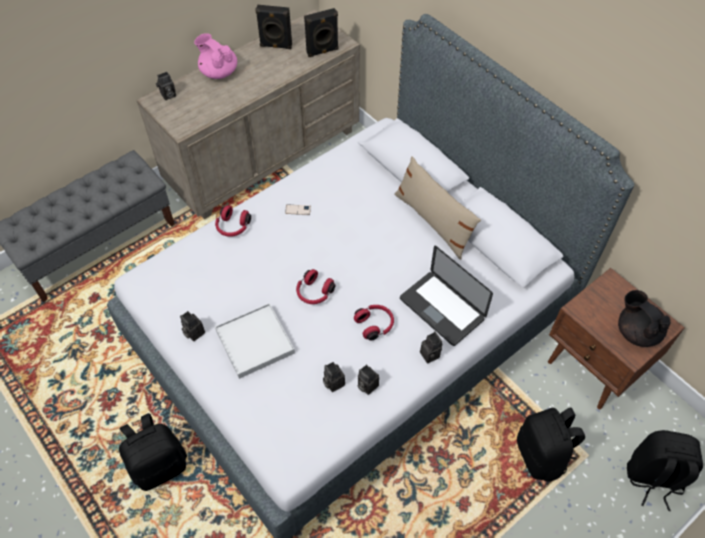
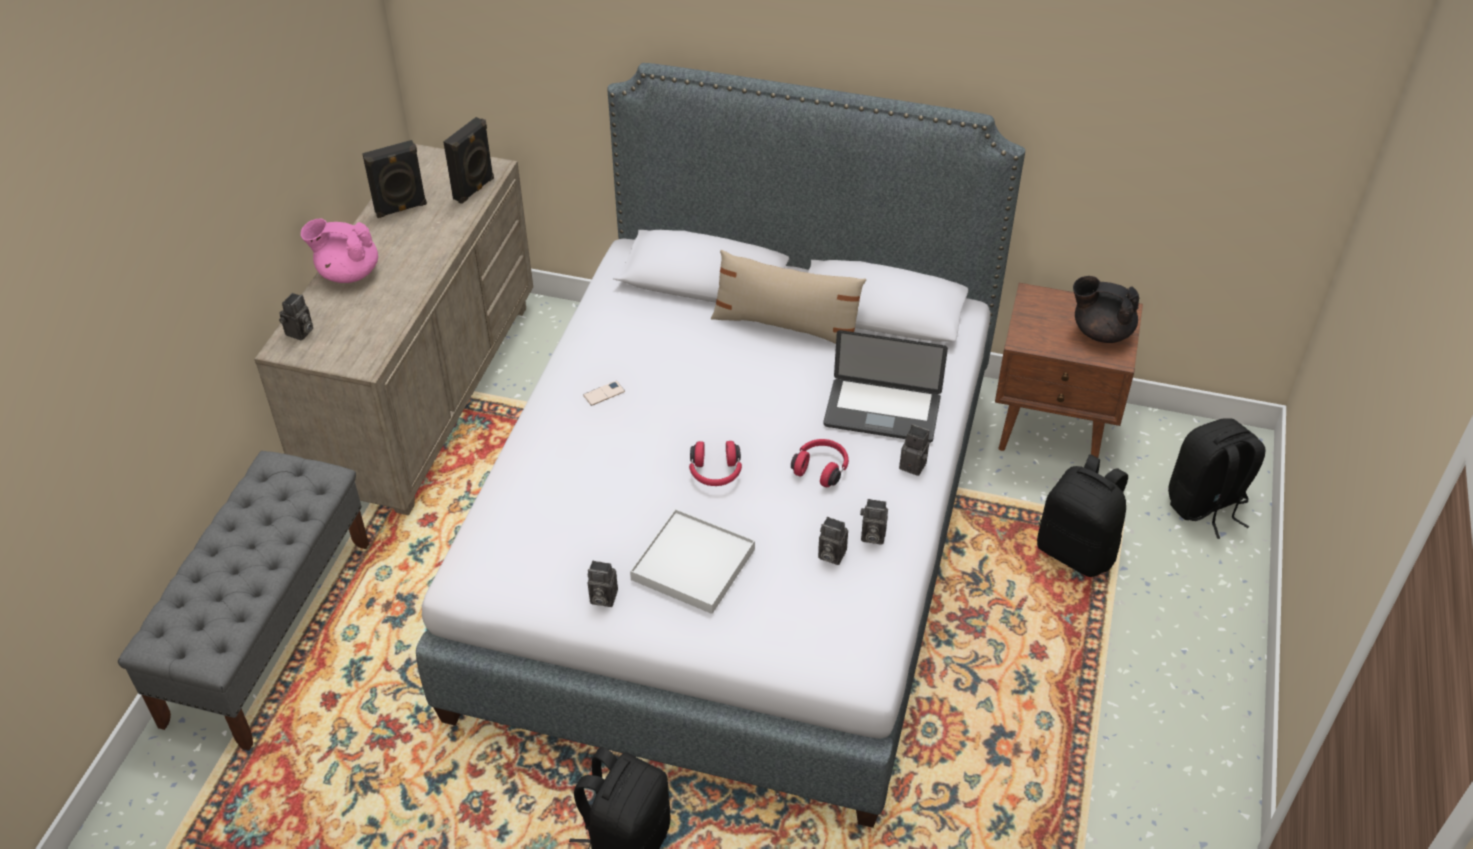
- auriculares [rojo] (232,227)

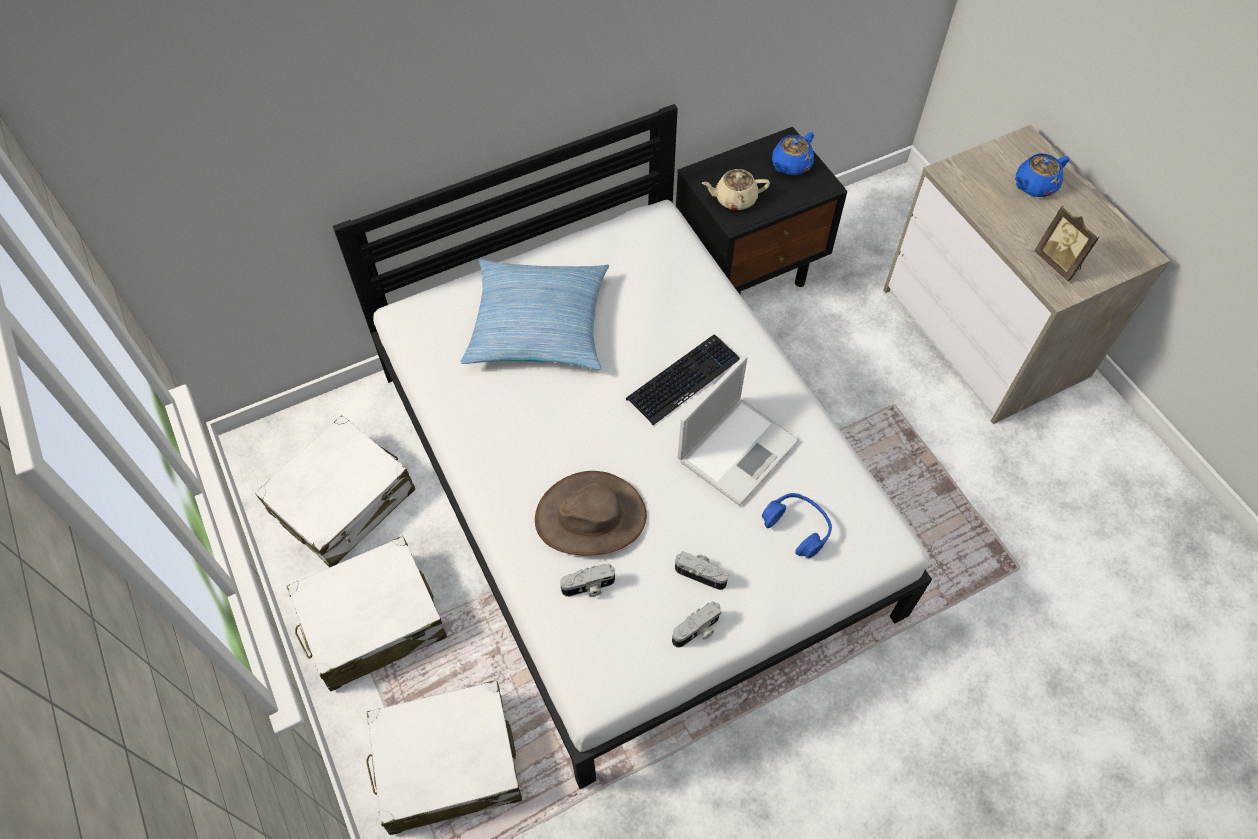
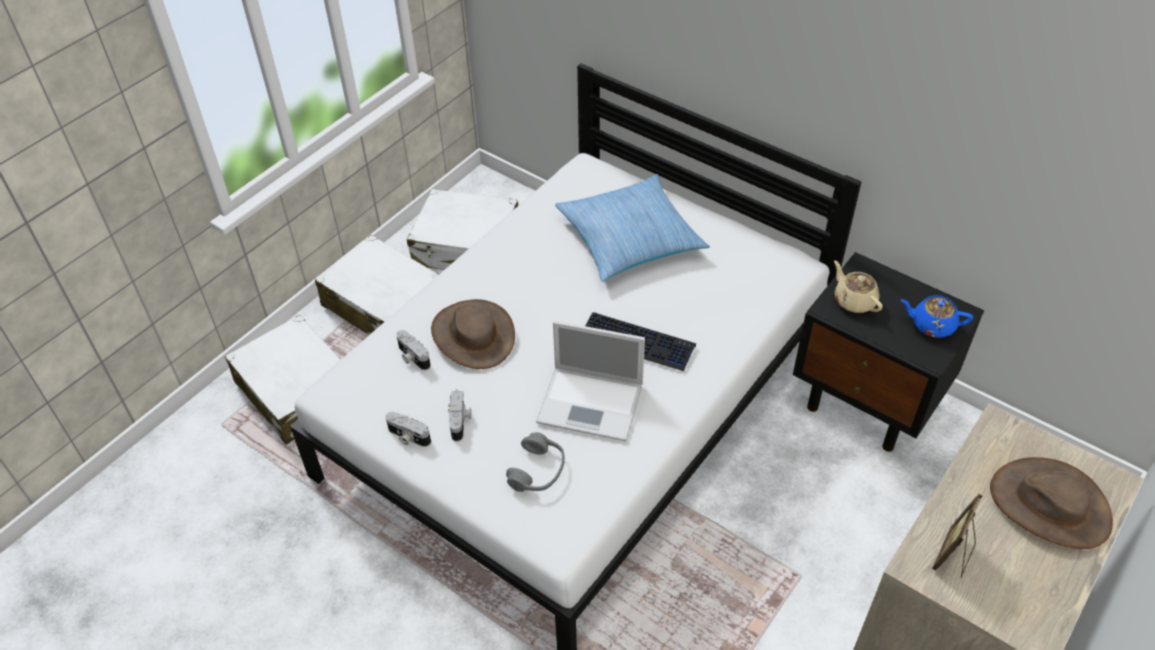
~ tetera [azul] (1034,186) to sombrero [marrón] (1050,505)
~ auriculares [azul] (797,528) to auriculares [gris] (538,471)

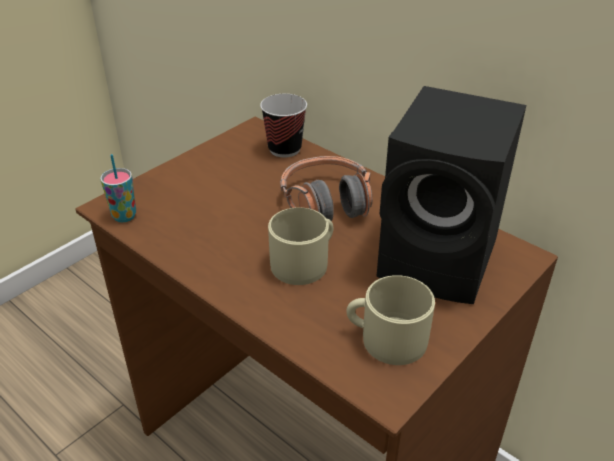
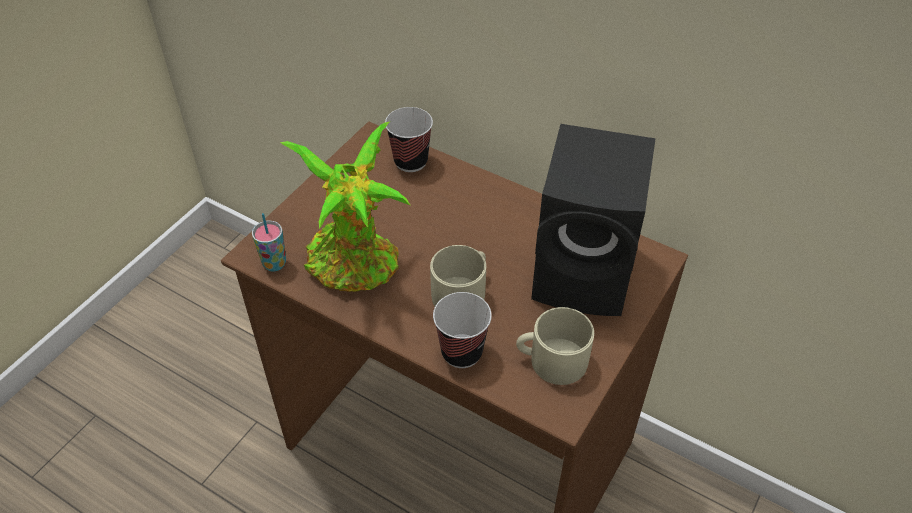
- auriculares (327,202)
+ planta en maceta (356,266)
+ taza (461,352)

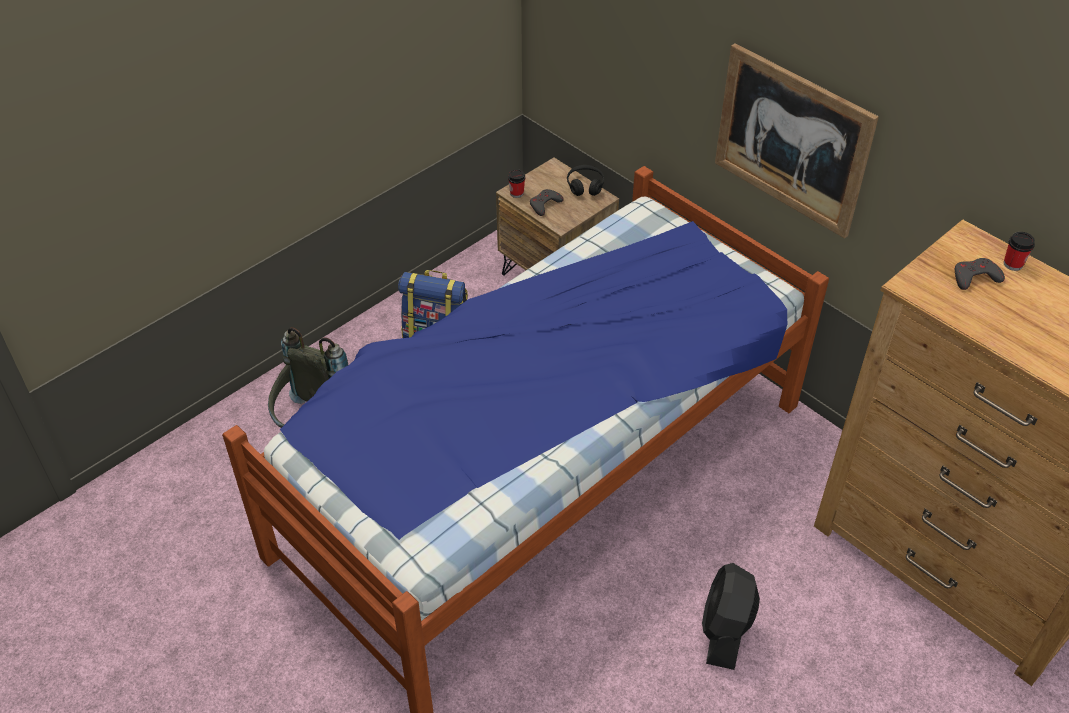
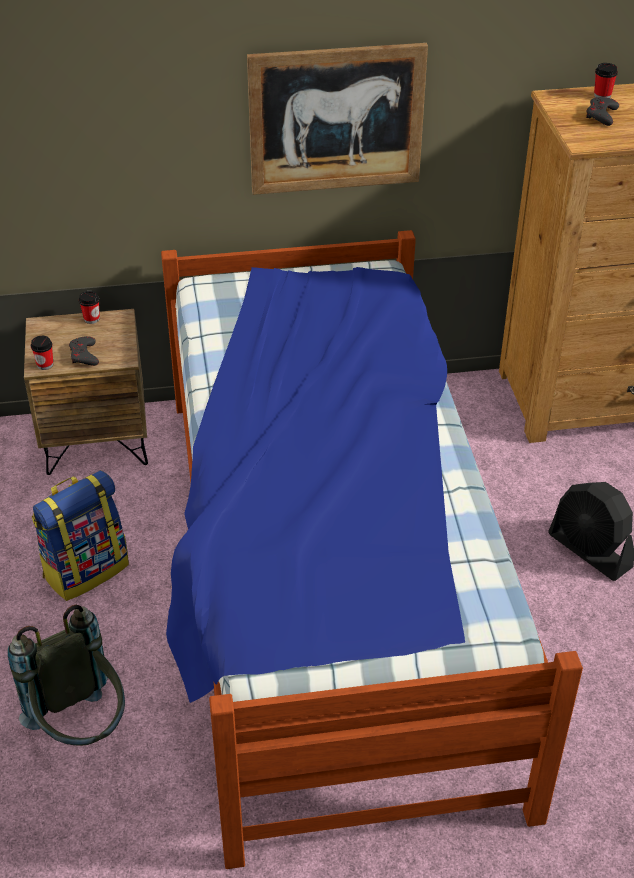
~ auriculares [negro] (585,186) to taza (91,319)

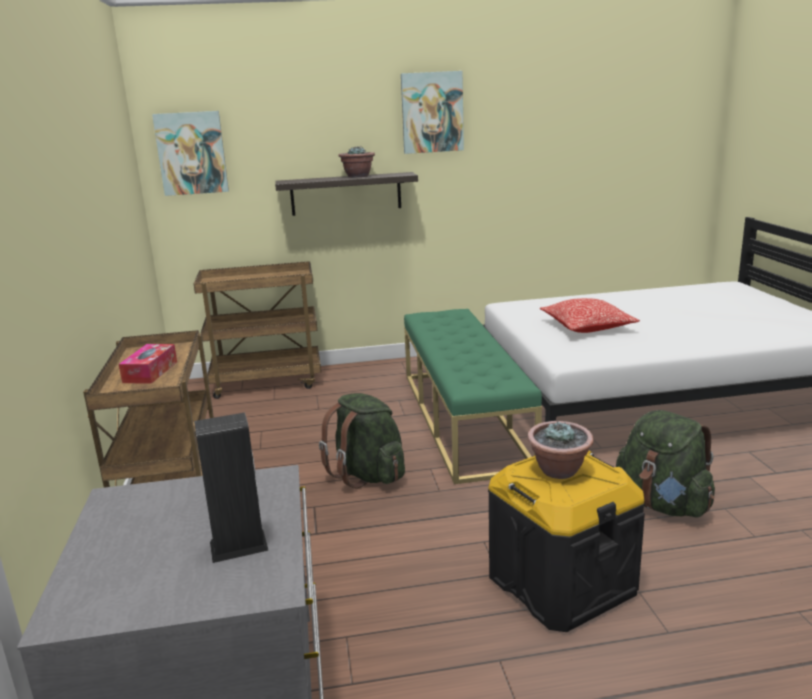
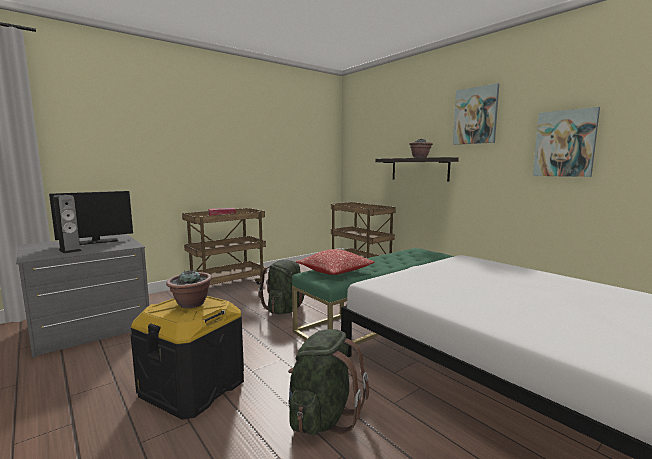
+ monitor (96,241)
~ cuadro (191,153) to (565,143)
~ cojín (587,327) to (335,272)

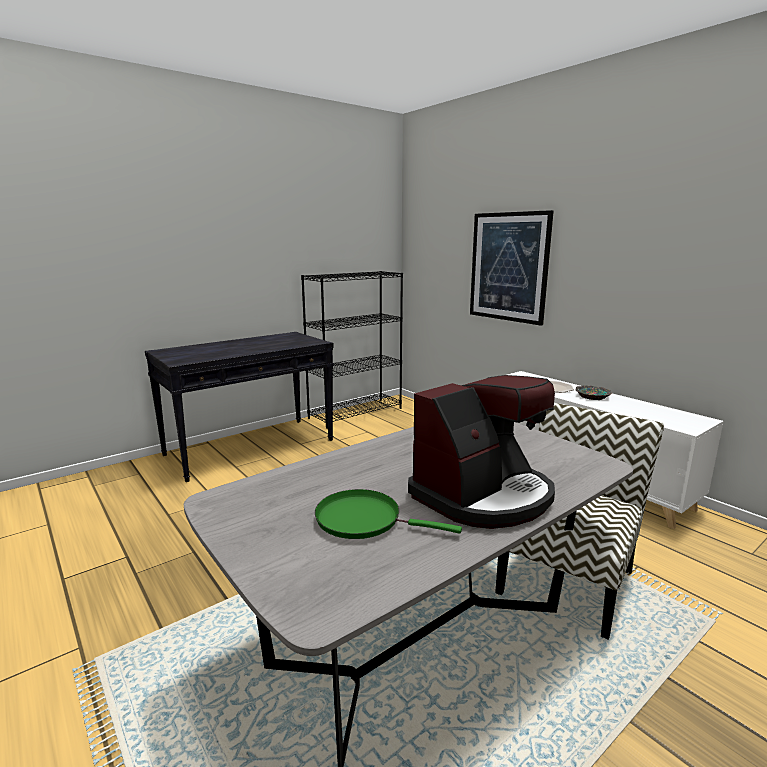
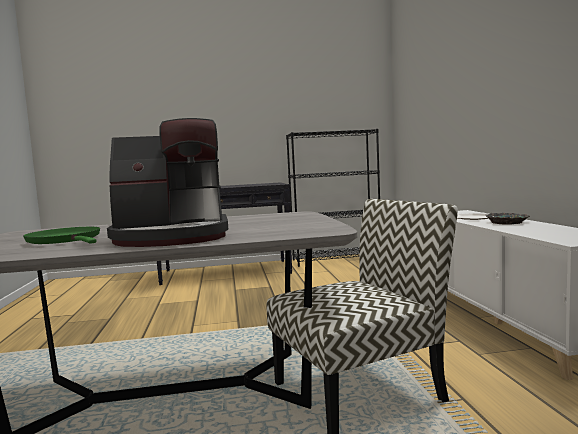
- cuadro (508,267)

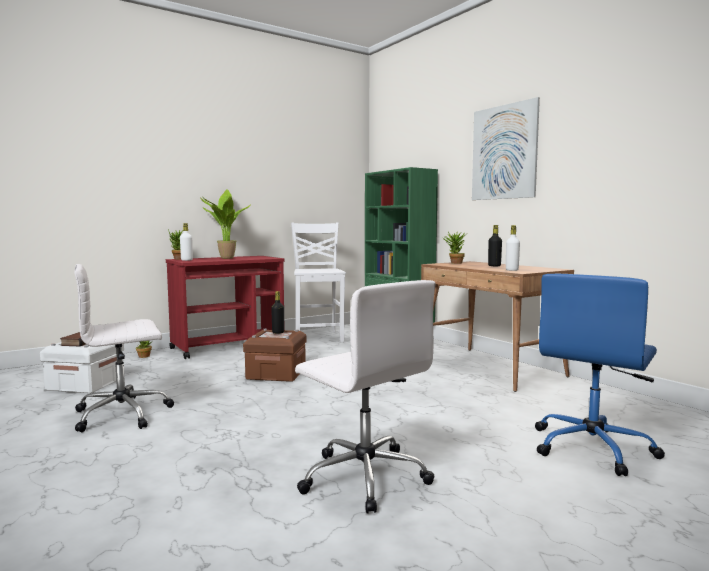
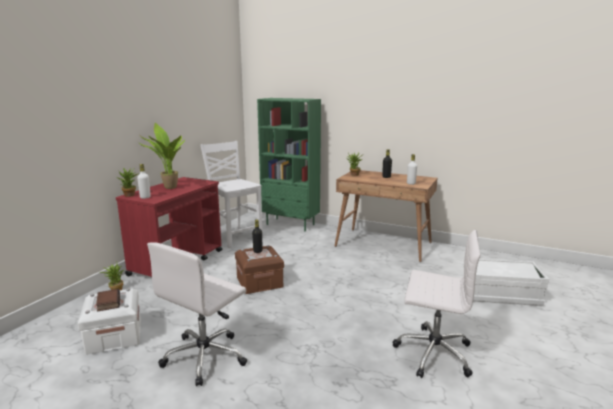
- cuadro (504,152)
~ silla de oficina [azul] (592,448) to caja de almacenaje [blanco] (500,294)

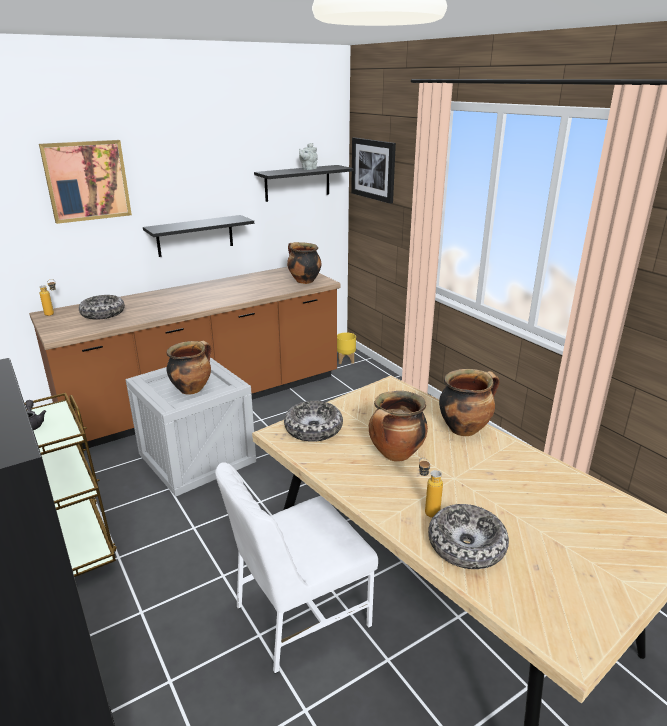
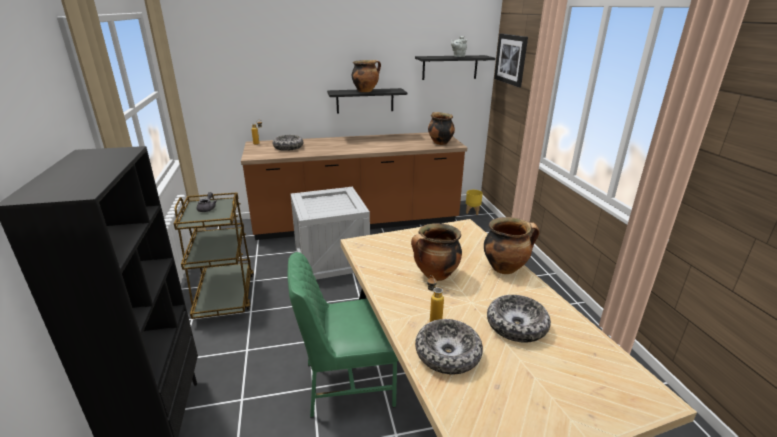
- cuadro (87,181)
~ olla (192,389) to (366,91)
~ cuenco (313,429) to (516,325)
~ silla [blanco] (299,615) to silla [verde] (347,383)

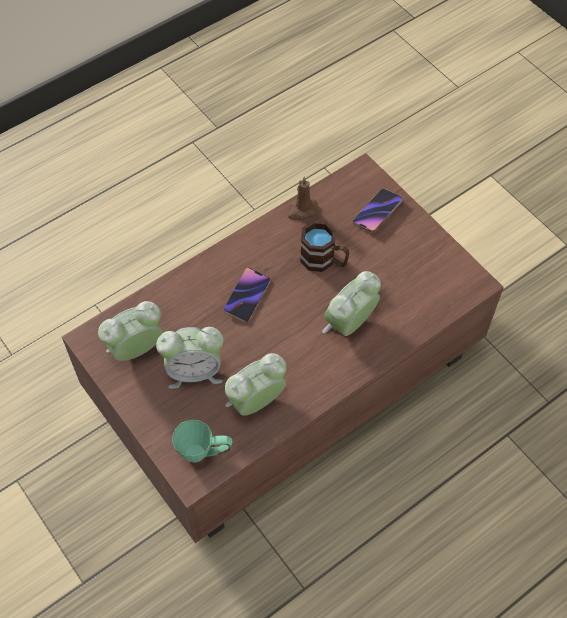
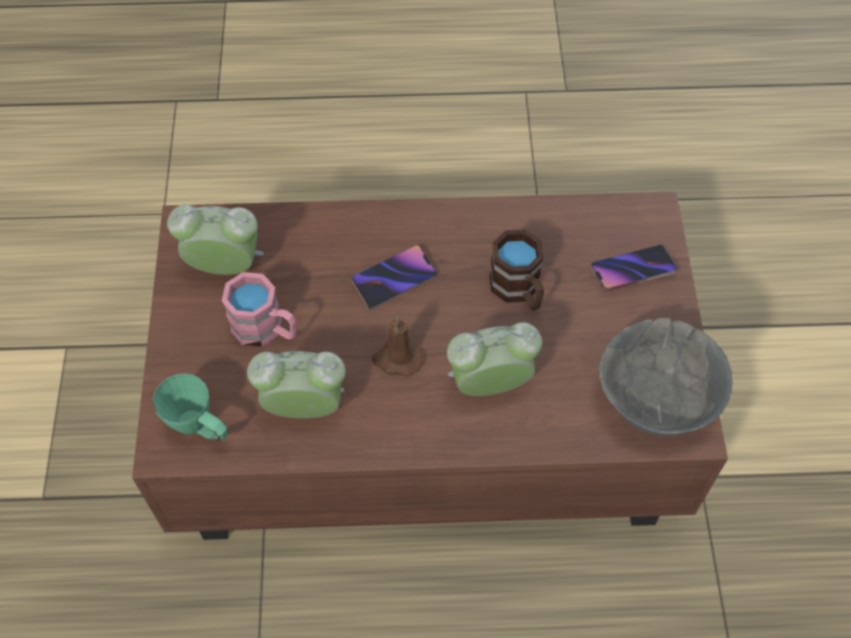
+ cuenco [gris] (655,400)
~ vela [marrón] (302,210) to (397,359)
~ despertador (194,371) to taza grande [rosa] (266,329)

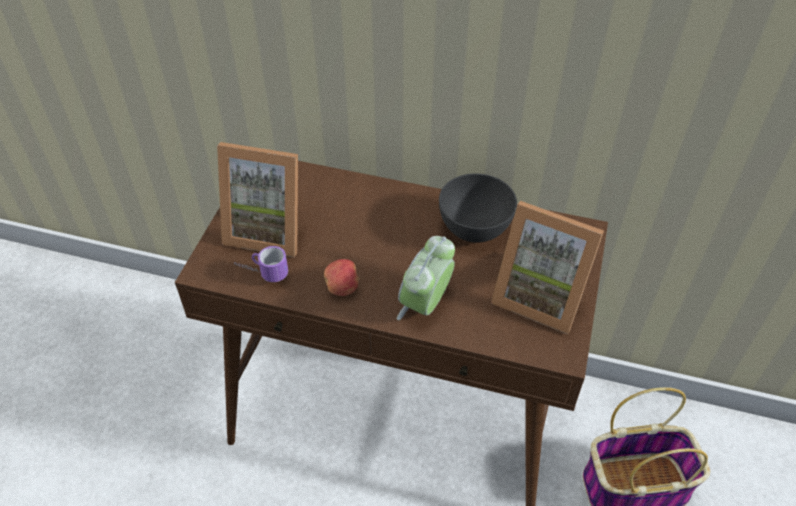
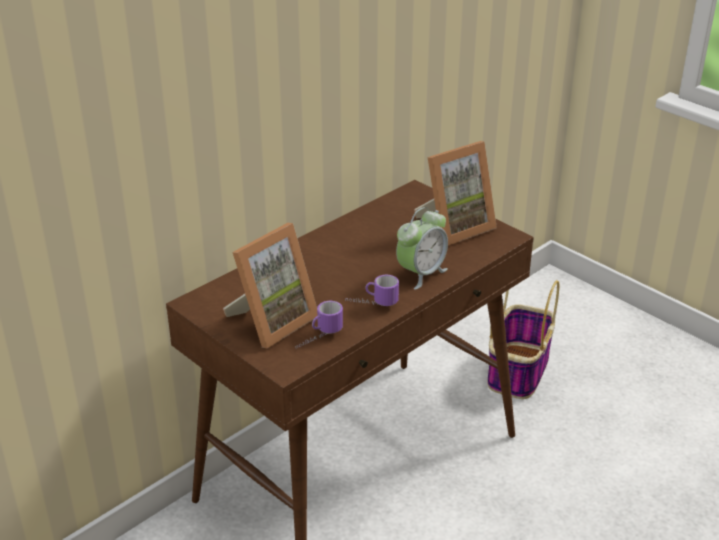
- cuenco [gris] (475,229)
~ manzana (343,288) to taza grande (371,304)
~ despertador (425,304) = (421,273) 105 degrees counterclockwise

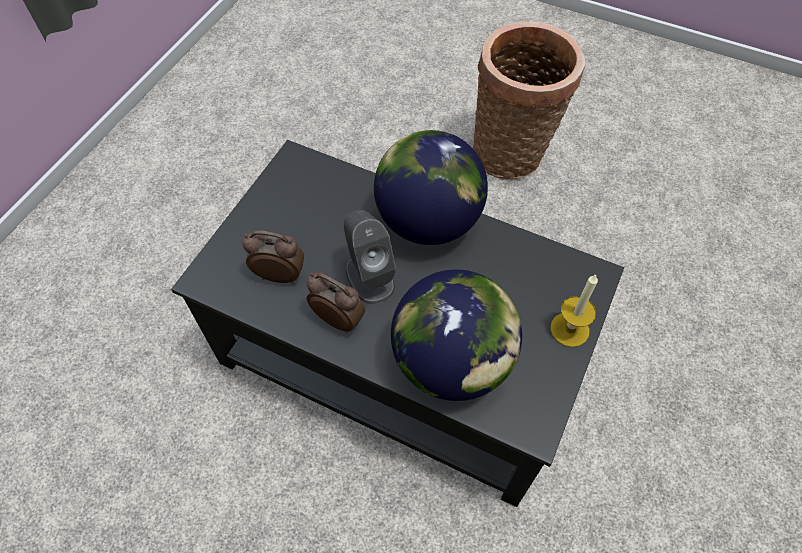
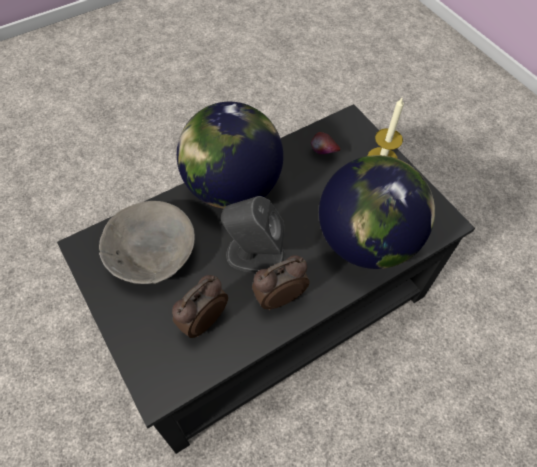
- cesta (512,154)
+ cuenco [gris] (151,253)
+ manzana (323,153)

